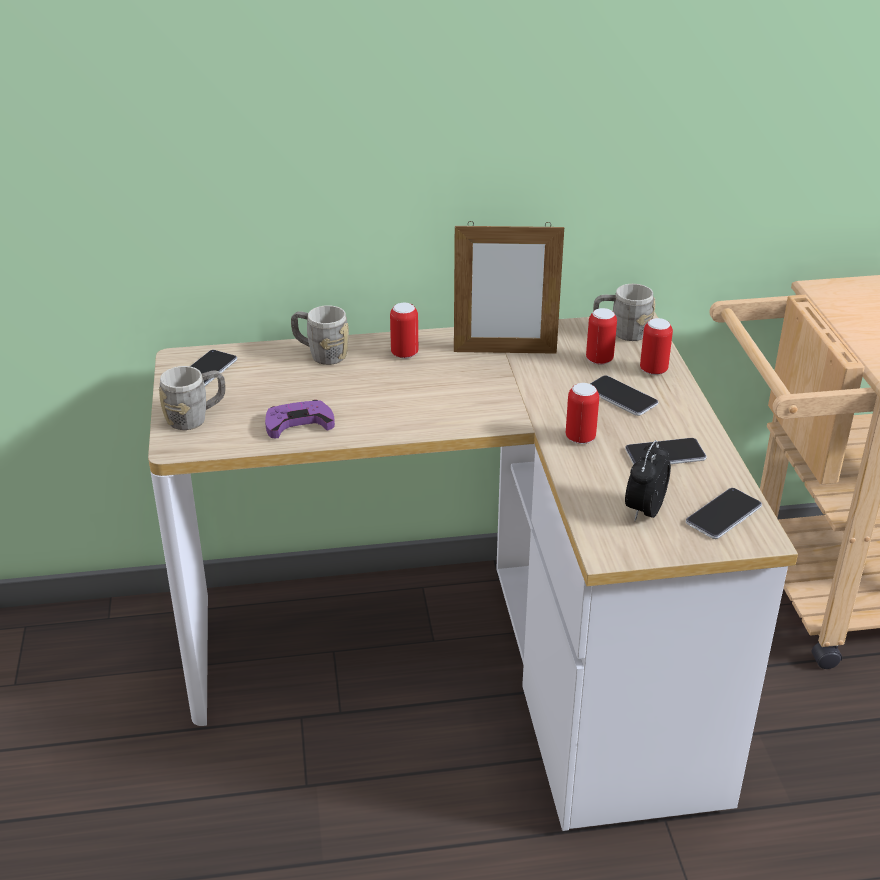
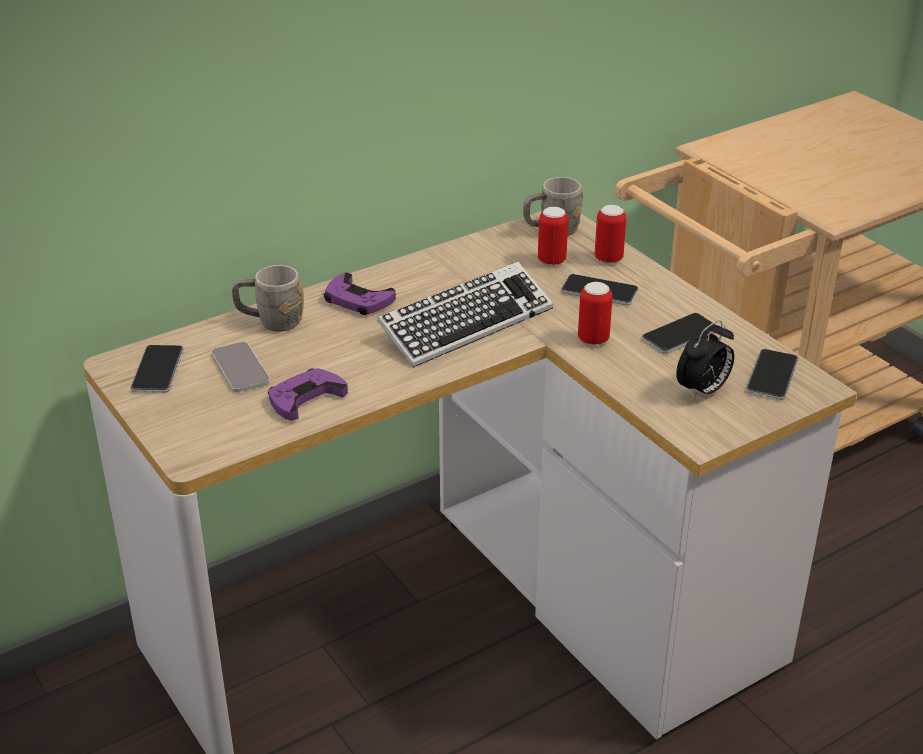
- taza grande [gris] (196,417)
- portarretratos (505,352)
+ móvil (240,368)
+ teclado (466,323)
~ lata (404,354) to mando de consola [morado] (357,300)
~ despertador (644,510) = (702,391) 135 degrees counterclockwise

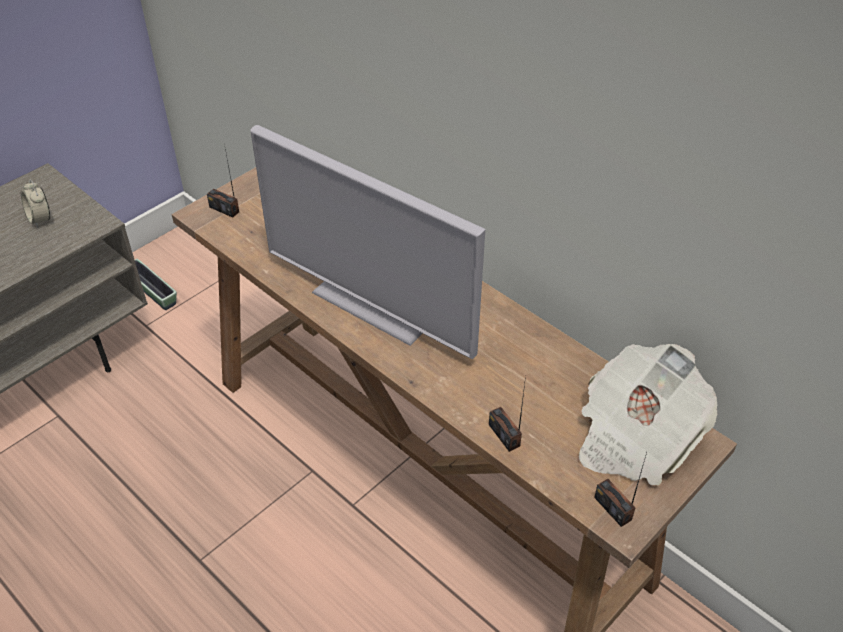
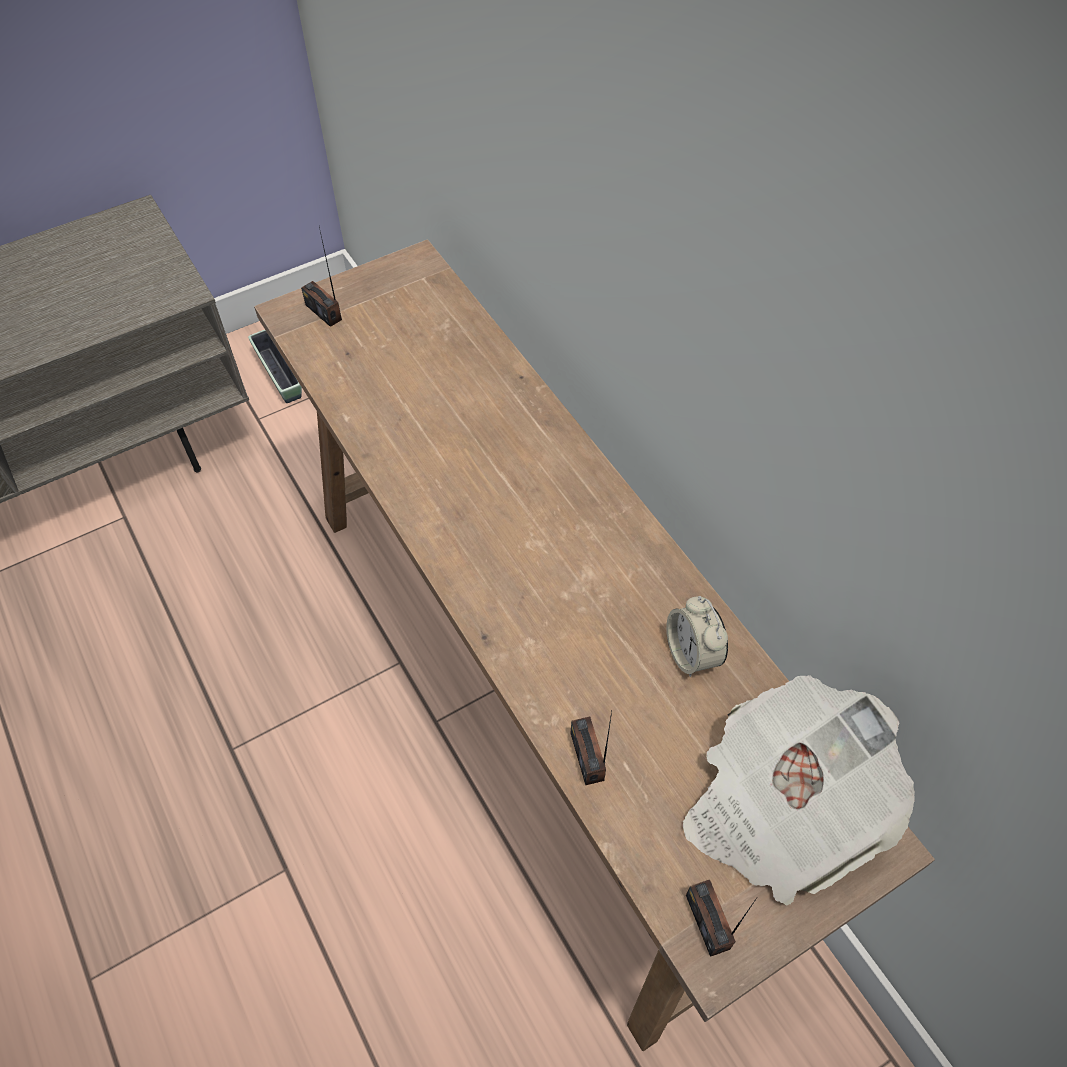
- televisor (373,305)
~ despertador (40,219) to (692,654)

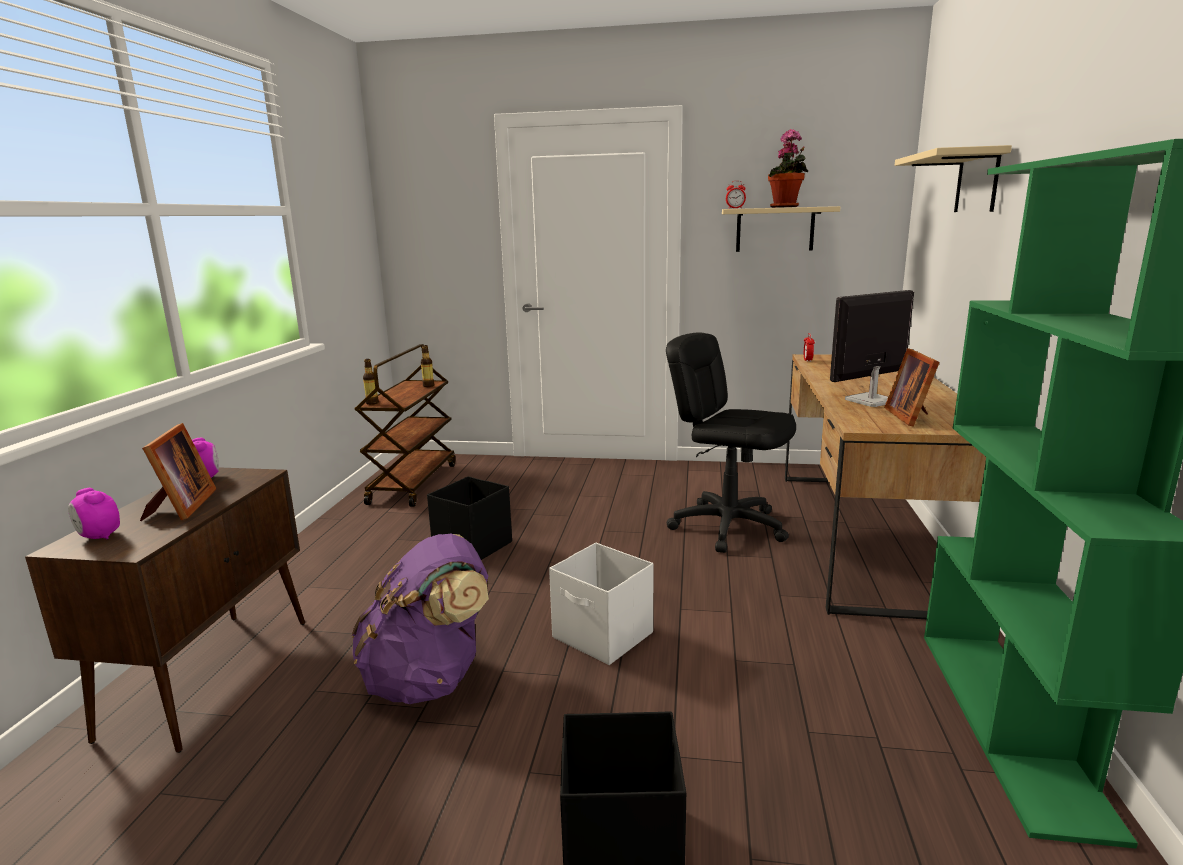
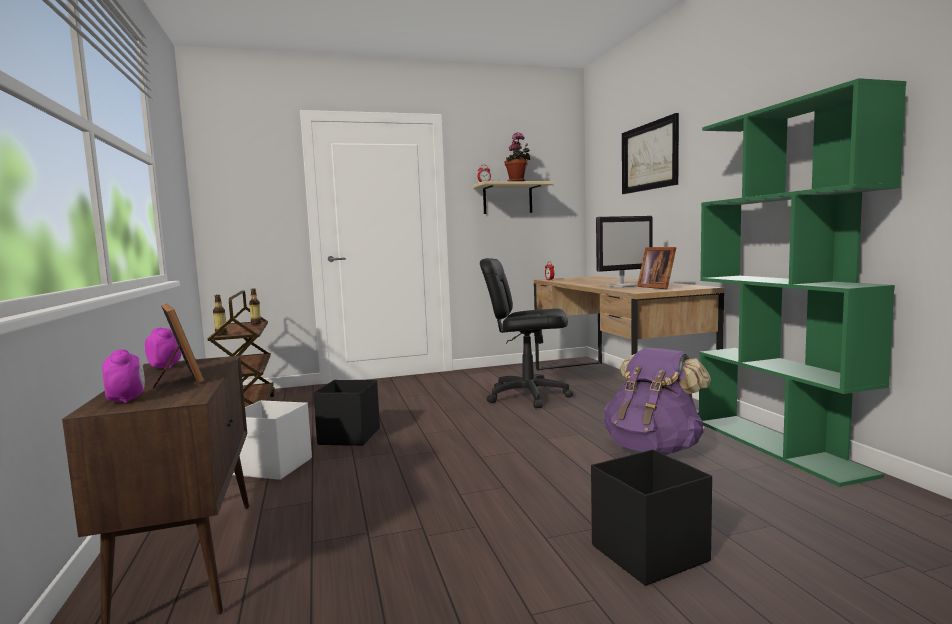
~ mochila [morado] (429,679) to (653,448)
~ caja de almacenaje [blanco] (603,636) to (273,467)
~ estante [beis] (977,182) to cuadro (649,157)
~ despertador (99,536) = (126,400) 135 degrees counterclockwise
~ monitor (870,401) = (623,286) 150 degrees counterclockwise

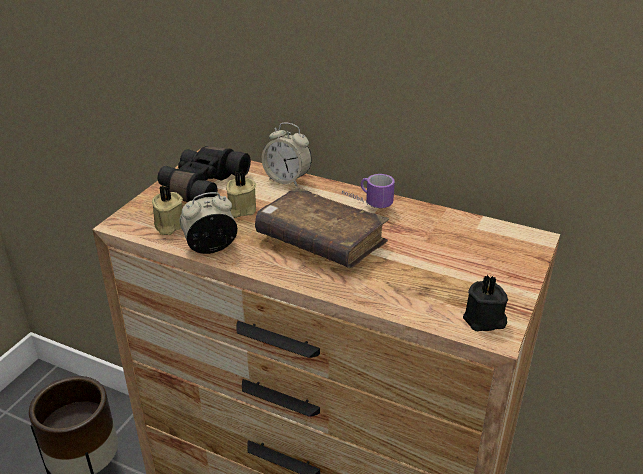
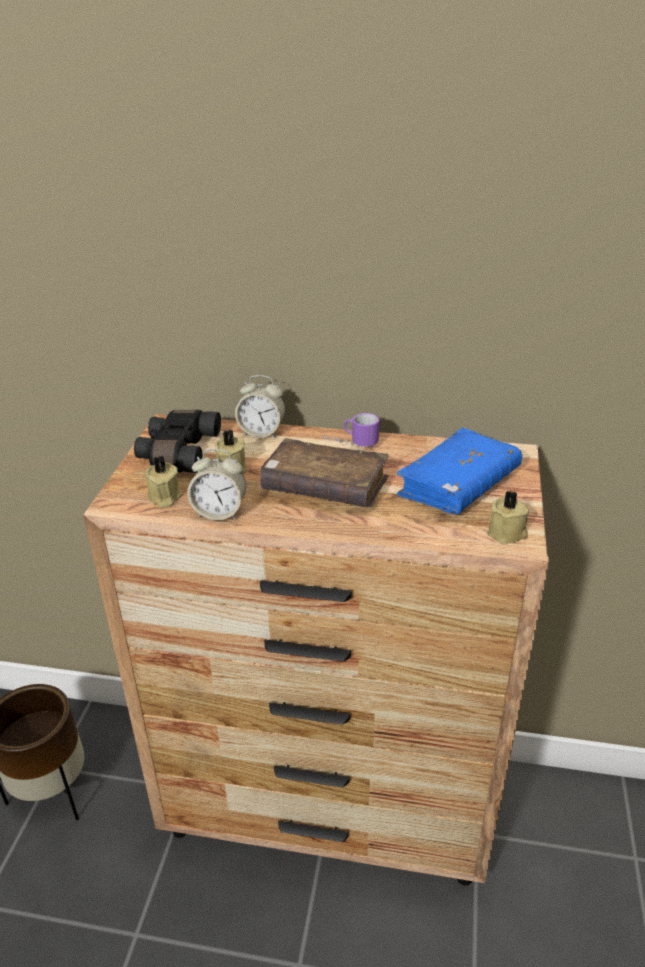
+ libro [azul] (458,485)
~ vela [negro] (485,320) to vela [beis] (507,533)
~ despertador (211,248) = (219,512) 135 degrees counterclockwise

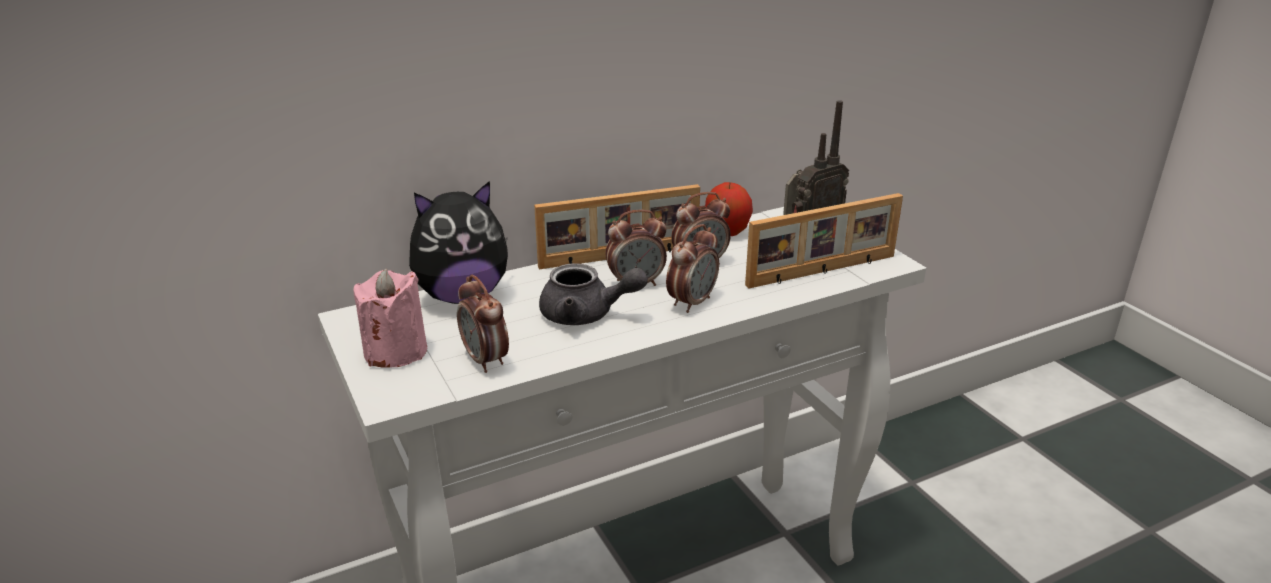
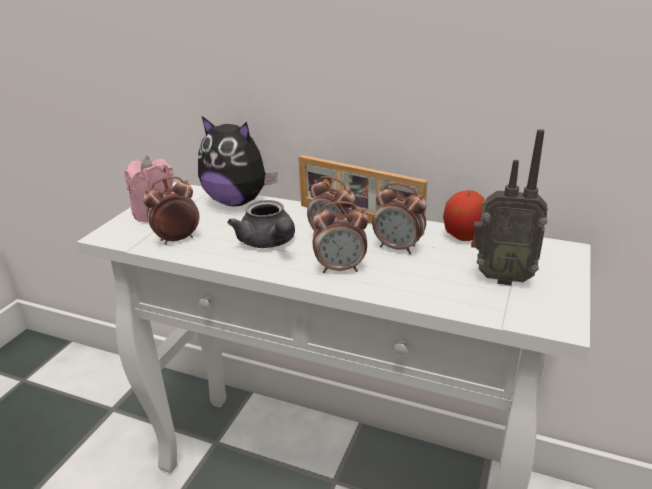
- portarretratos (822,271)
~ despertador (486,360) = (177,239) 45 degrees clockwise

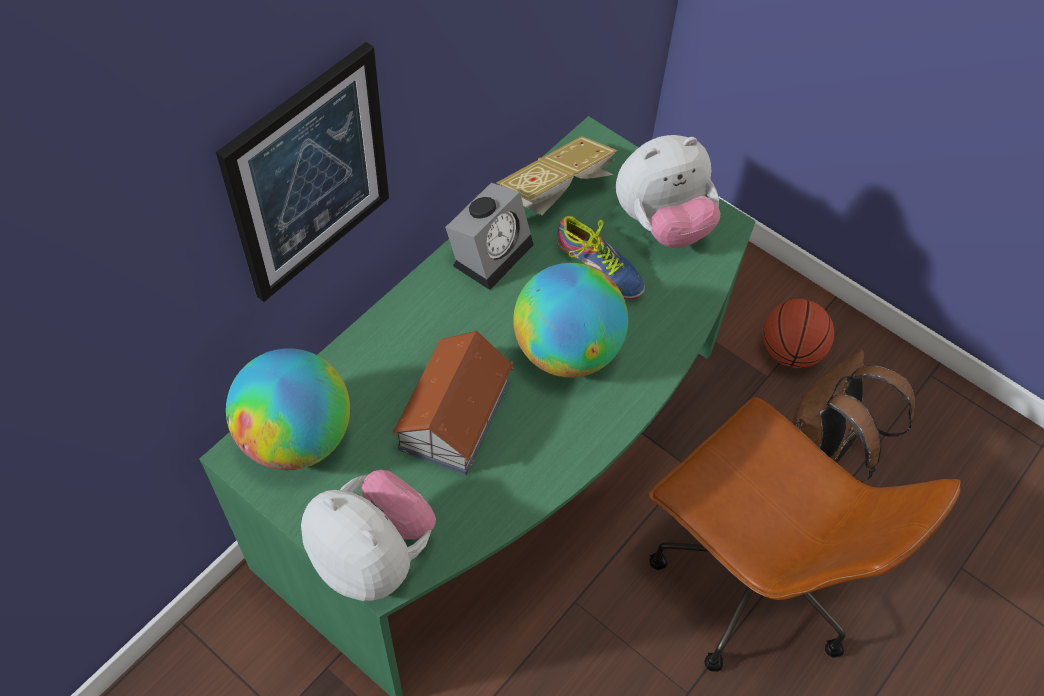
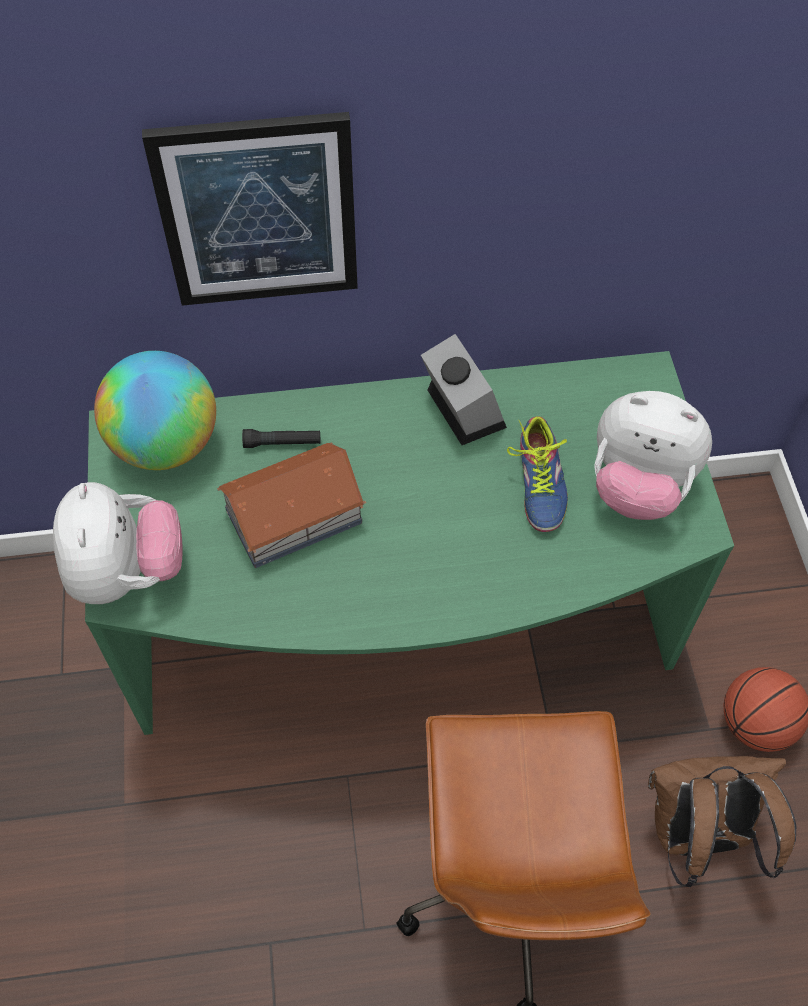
- libro (557,191)
- globo terráqueo (567,350)
+ linterna [negro] (282,443)
~ despertador (491,251) = (461,408) 105 degrees counterclockwise

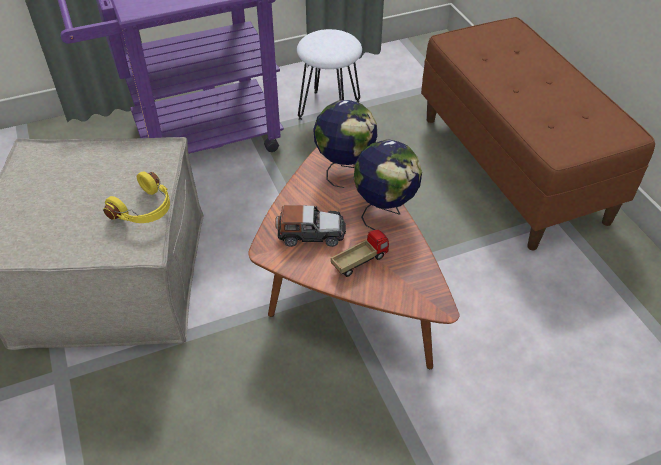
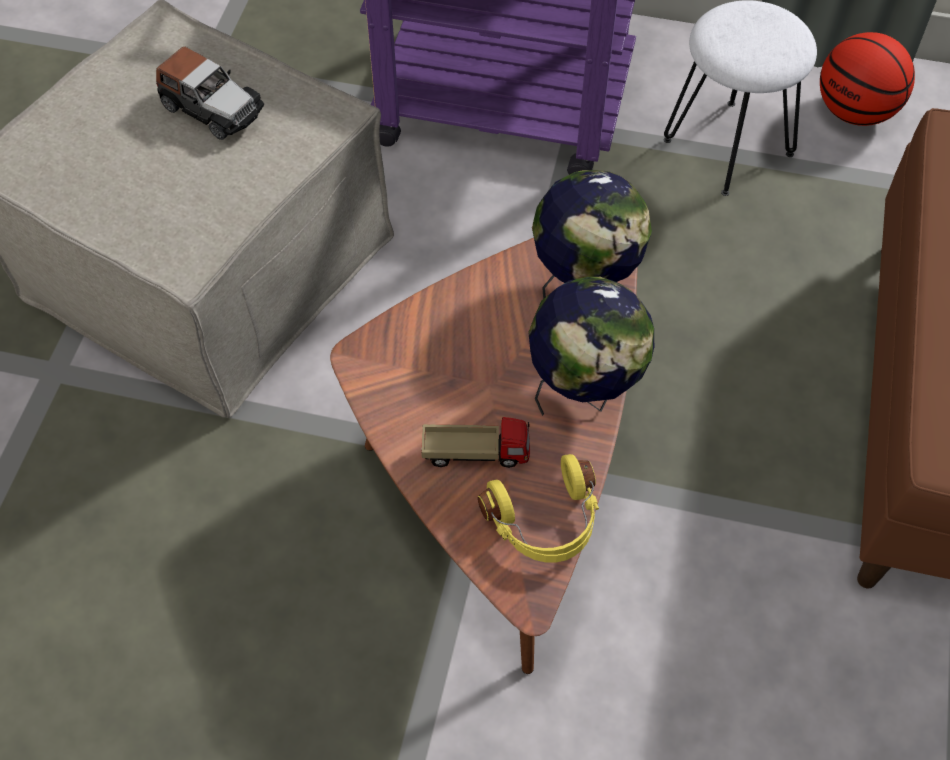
+ balón de baloncesto (855,111)
~ auriculares [amarillo] (145,210) to (545,522)
~ coche de juguete (311,233) to (211,108)

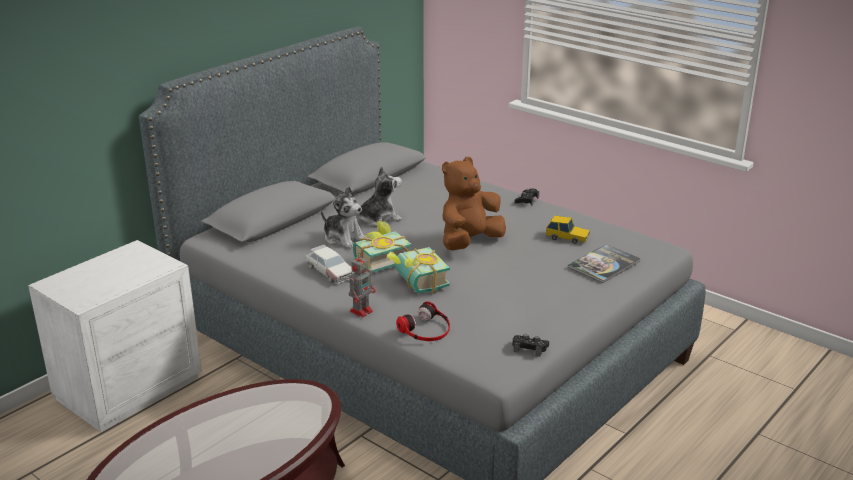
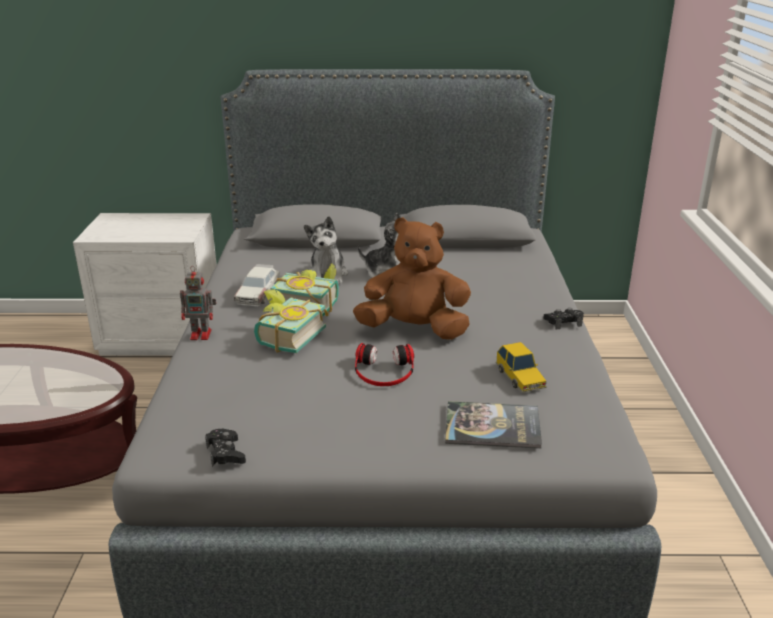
~ auriculares (426,329) to (384,371)

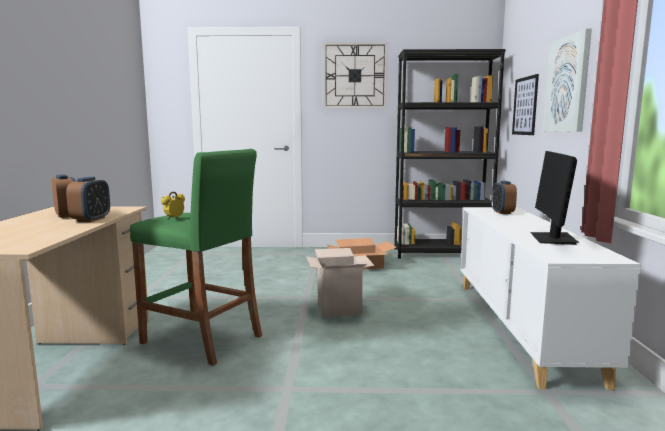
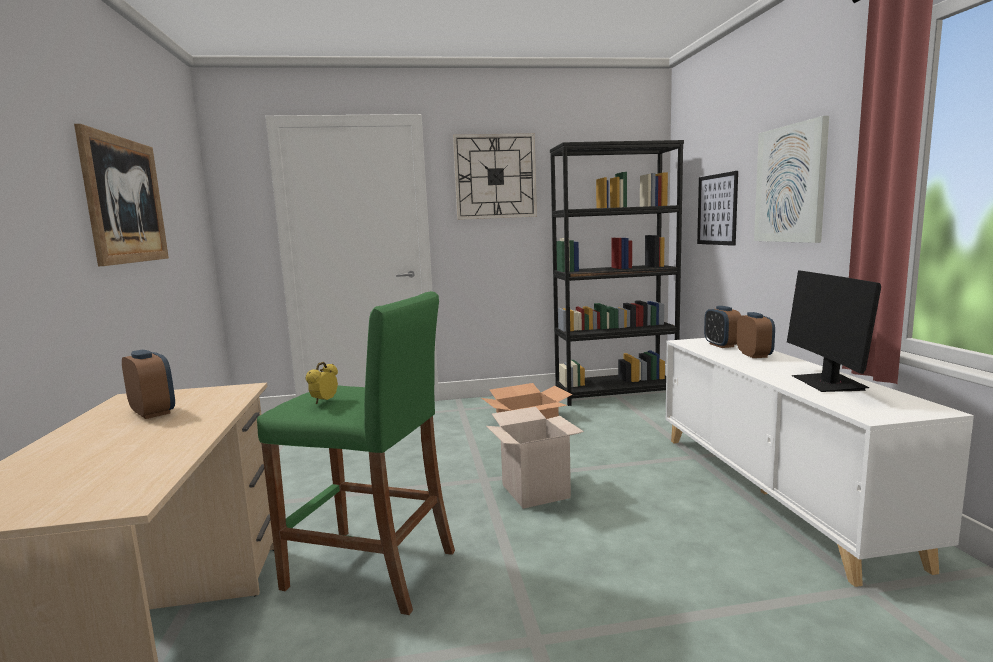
+ cuadro (125,200)
~ despertador (91,219) to (754,355)

